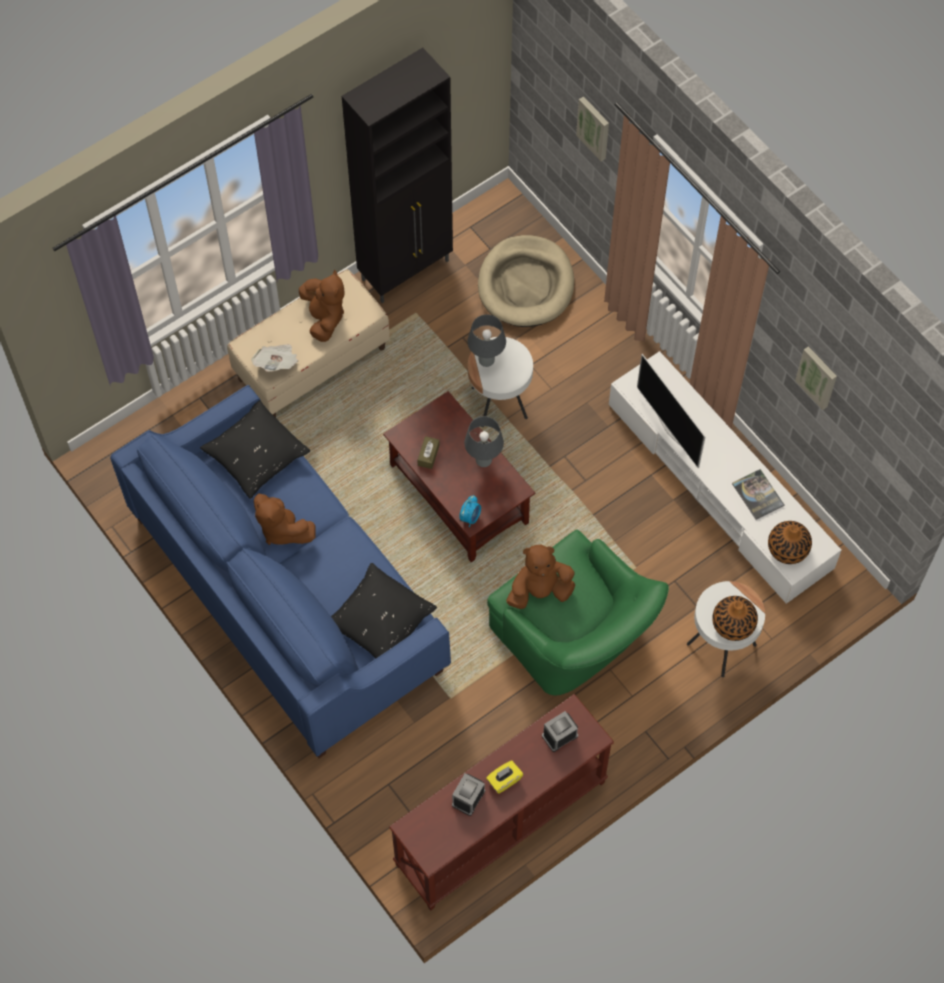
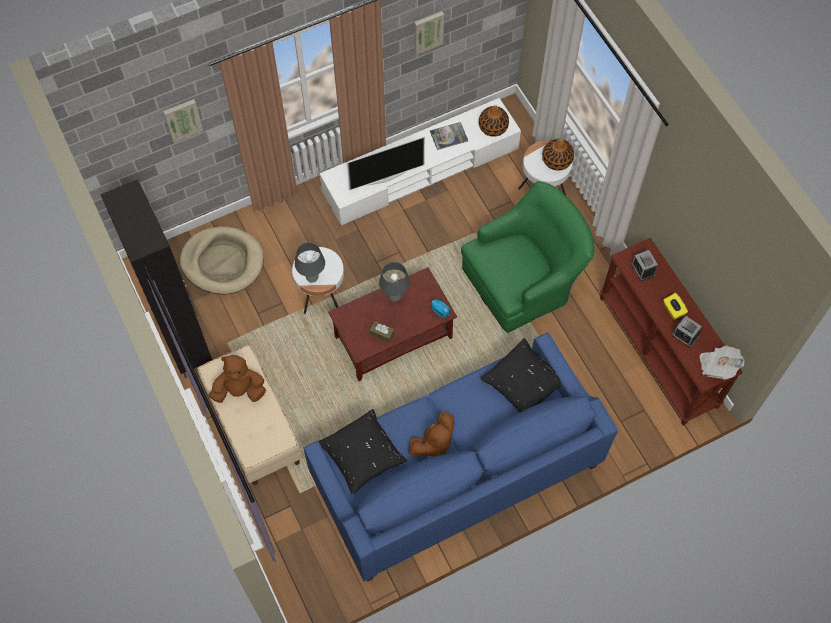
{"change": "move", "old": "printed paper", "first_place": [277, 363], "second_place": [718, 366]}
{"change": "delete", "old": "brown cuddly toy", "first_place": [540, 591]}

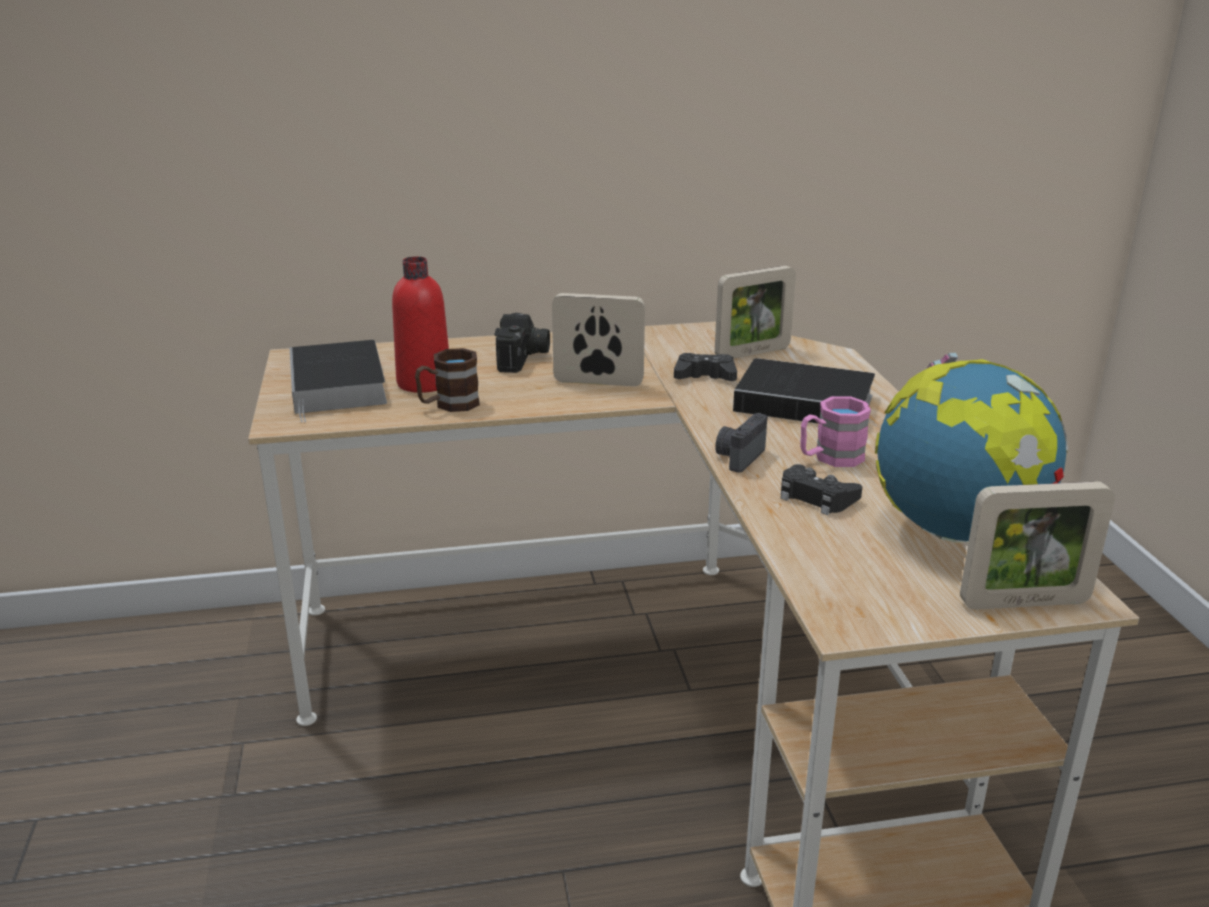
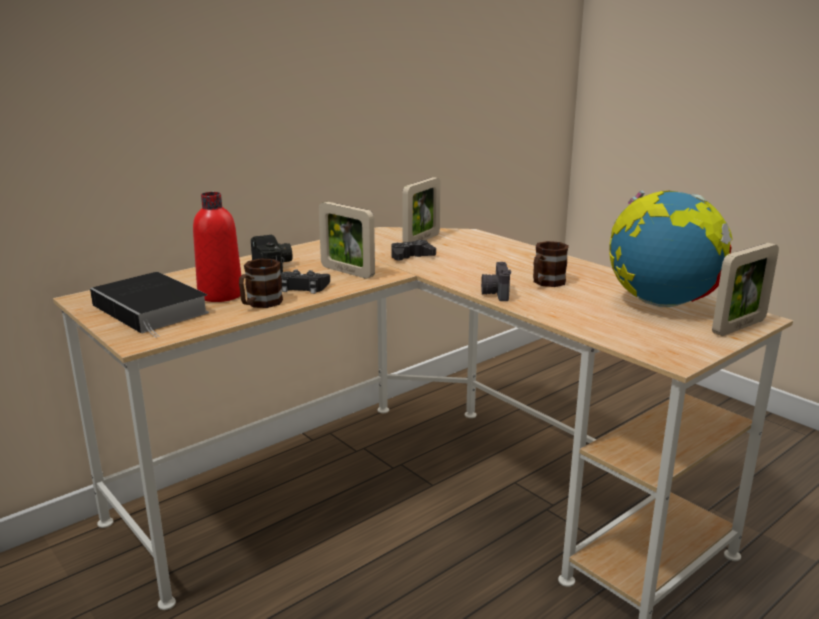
{"change": "rotate", "old": "picture frame", "first_place": [598, 382], "second_place": [347, 272], "degrees": -120}
{"change": "delete", "old": "book", "first_place": [809, 403]}
{"change": "recolor", "old": "pink tea mug", "new": "brown tea mug", "first_place": [830, 458], "second_place": [545, 283]}
{"change": "move", "old": "black game controller", "first_place": [816, 497], "second_place": [303, 287]}

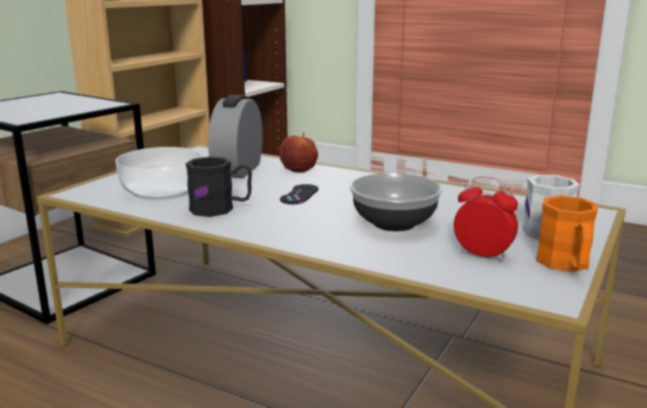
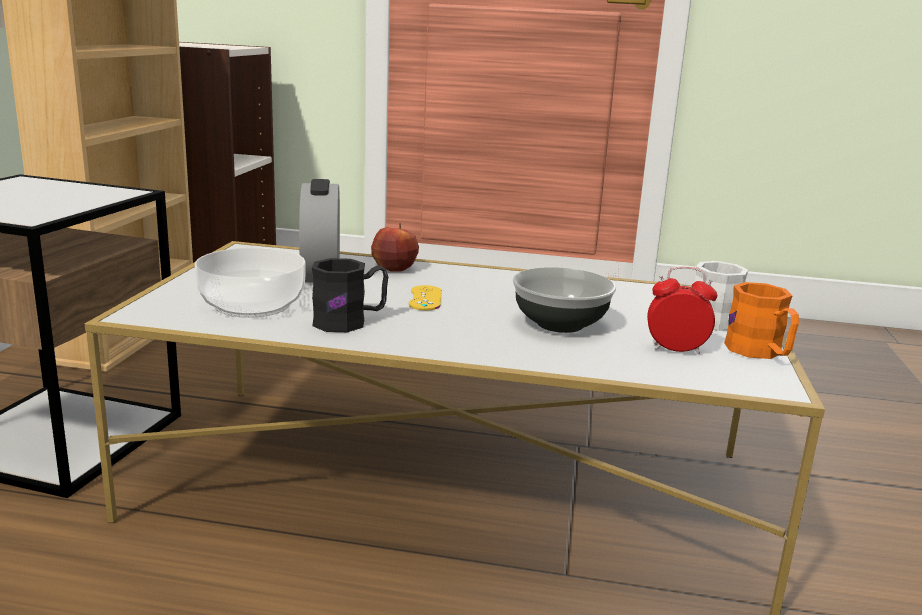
{"change": "recolor", "old": "black game controller", "new": "yellow-coloured game controller", "first_place": [299, 194], "second_place": [425, 298]}

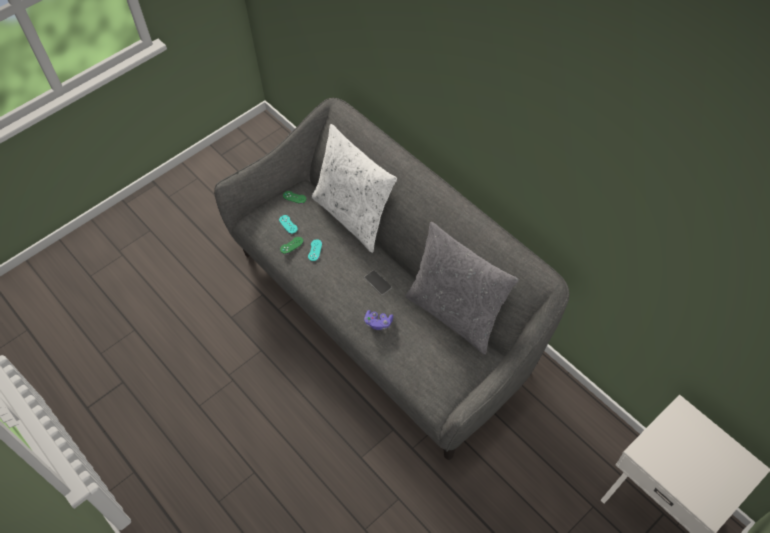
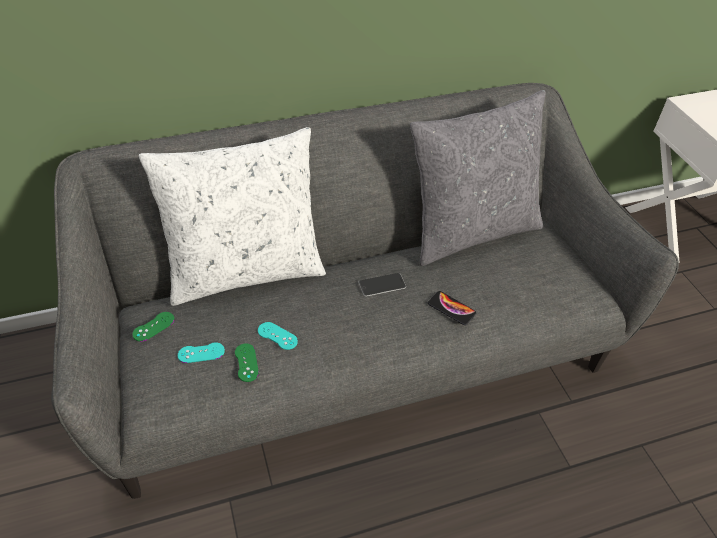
{"change": "replace", "old": "purple game controller", "new": "telephone", "first_place": [378, 323], "second_place": [451, 308]}

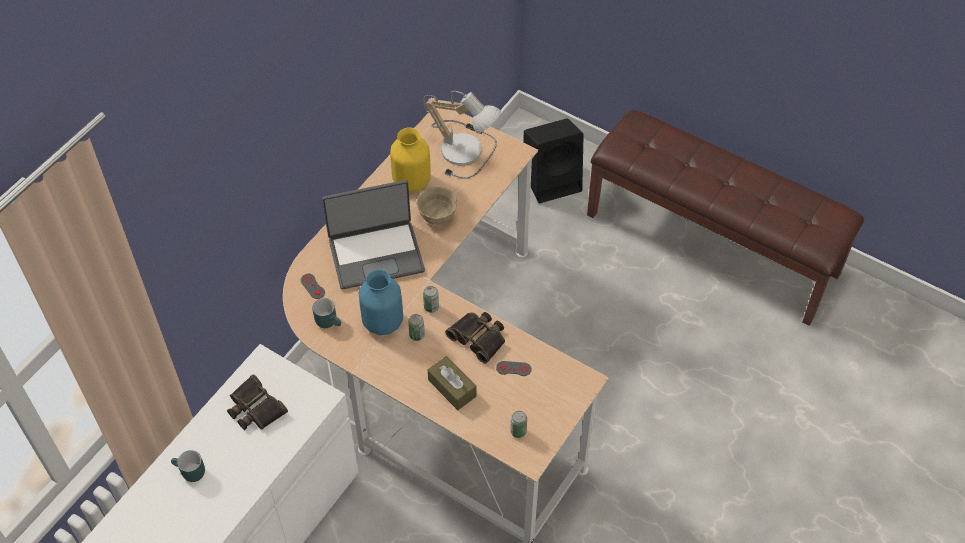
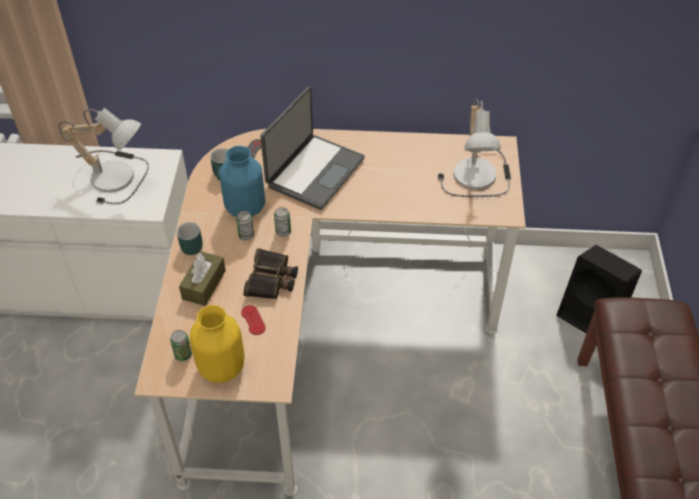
{"change": "move", "old": "yellow-coloured vase", "first_place": [412, 182], "second_place": [221, 368]}
{"change": "rotate", "old": "laptop", "first_place": [376, 254], "second_place": [314, 172], "degrees": -105}
{"change": "delete", "old": "beige-coloured bowl", "first_place": [437, 217]}
{"change": "recolor", "old": "grey game controller", "new": "reddish game controller", "first_place": [513, 368], "second_place": [253, 320]}
{"change": "replace", "old": "field glasses", "new": "table lamp", "first_place": [254, 408], "second_place": [117, 175]}
{"change": "move", "old": "turquoise-coloured tea mug", "first_place": [189, 473], "second_place": [190, 245]}

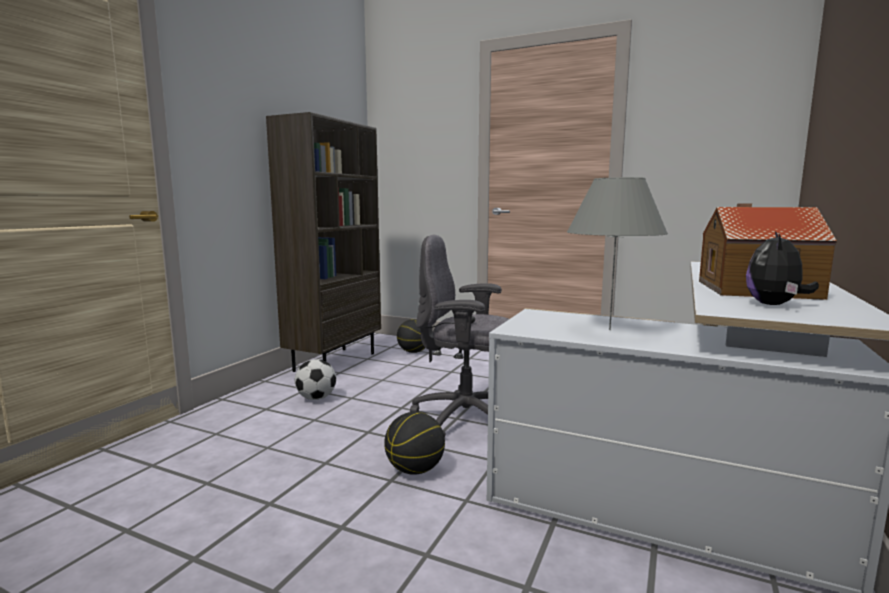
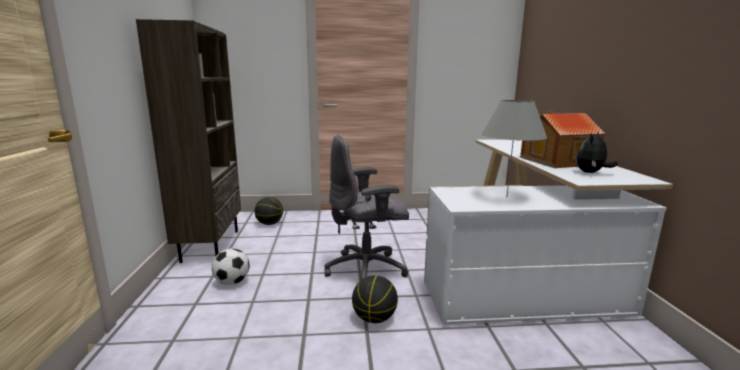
{"change": "rotate", "old": "cuddly toy", "first_place": [775, 305], "second_place": [591, 173], "degrees": 45}

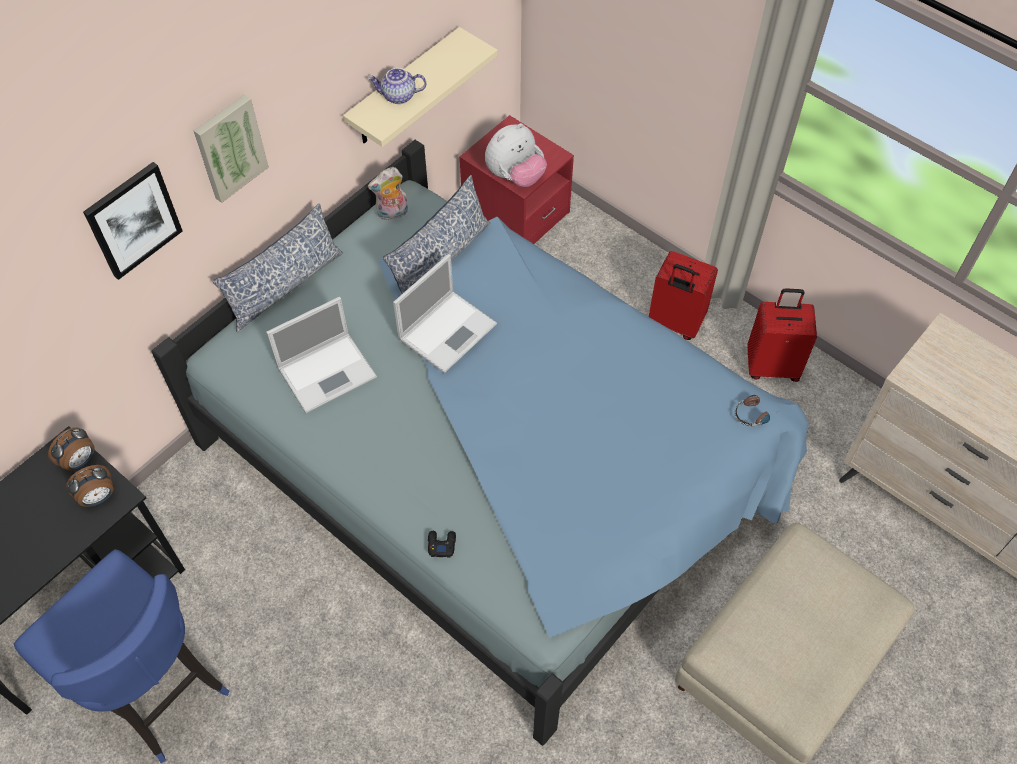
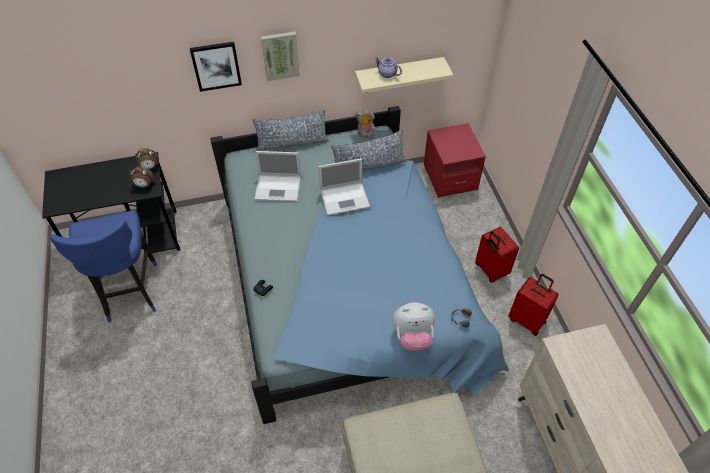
{"change": "move", "old": "cuddly toy", "first_place": [515, 176], "second_place": [412, 336]}

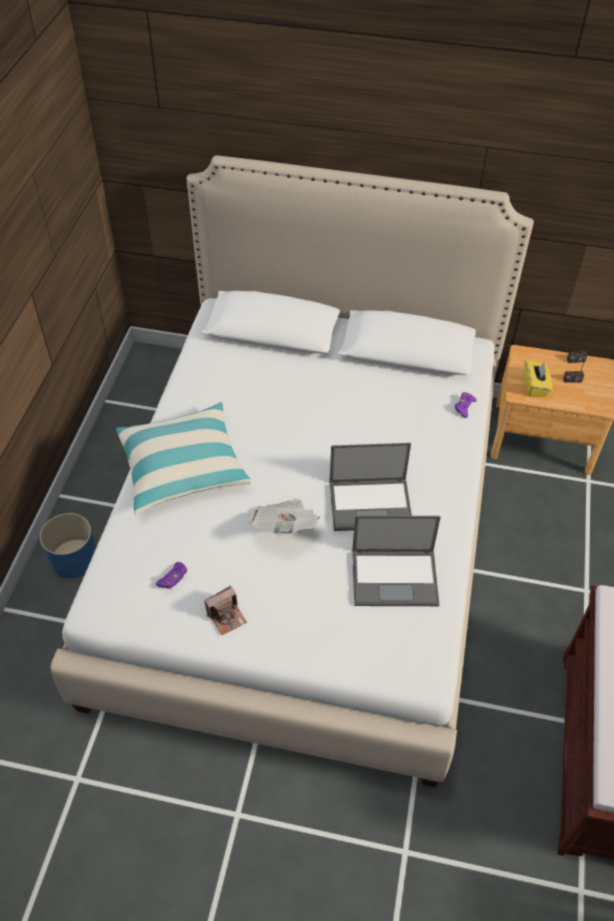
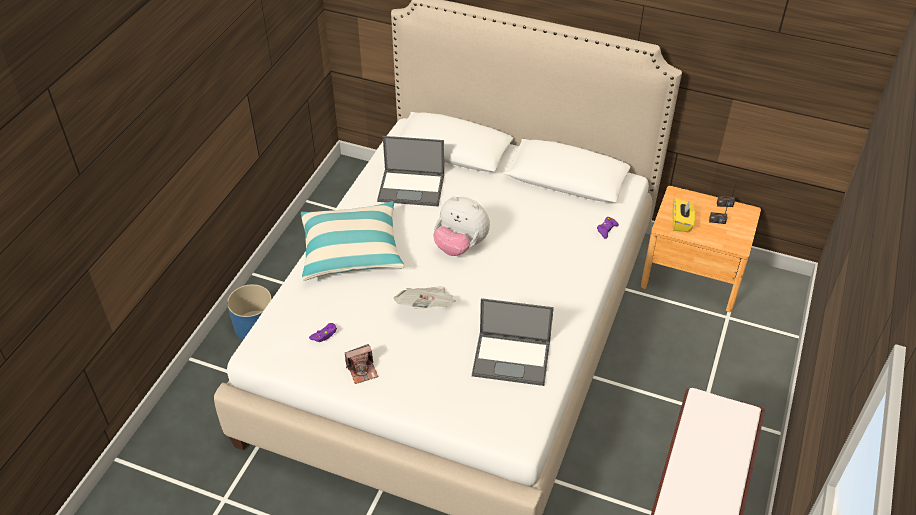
{"change": "move", "old": "laptop", "first_place": [371, 504], "second_place": [412, 187]}
{"change": "insert", "new": "cuddly toy", "second_place": [460, 246]}

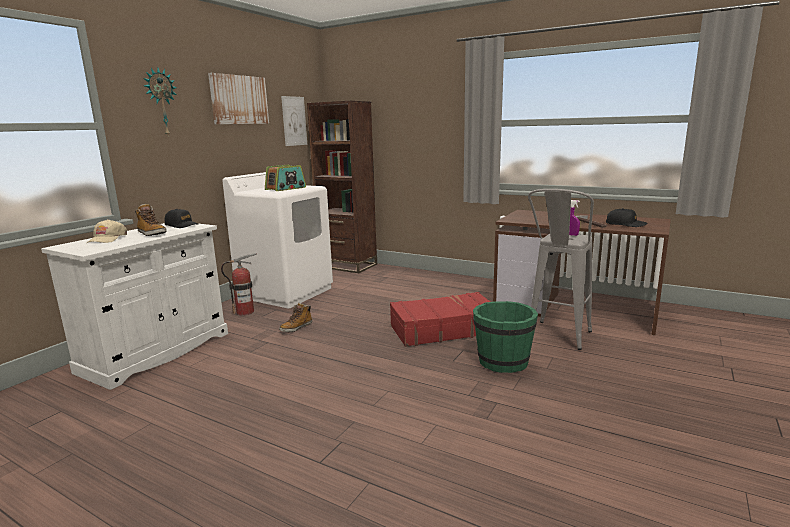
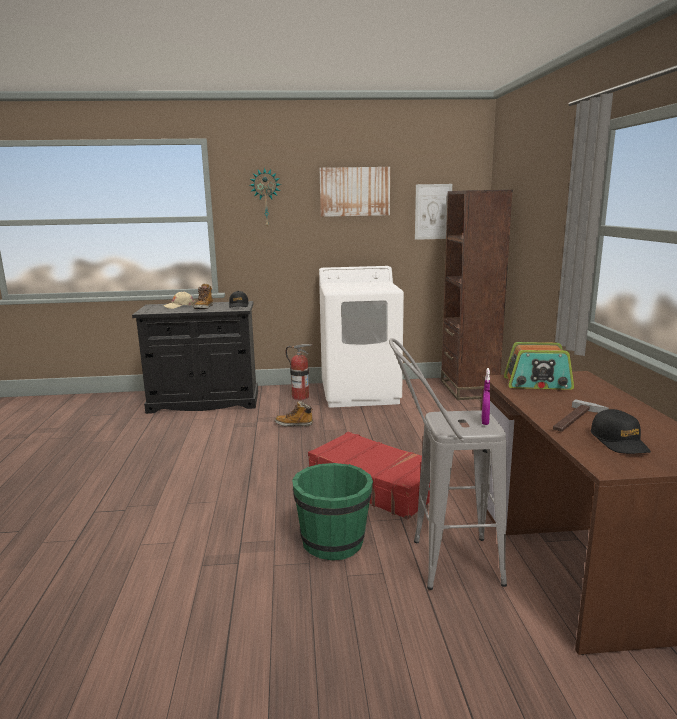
{"change": "move", "old": "radio", "first_place": [286, 188], "second_place": [537, 383]}
{"change": "recolor", "old": "white-coloured storage cabinet", "new": "black storage cabinet", "first_place": [156, 352], "second_place": [204, 402]}

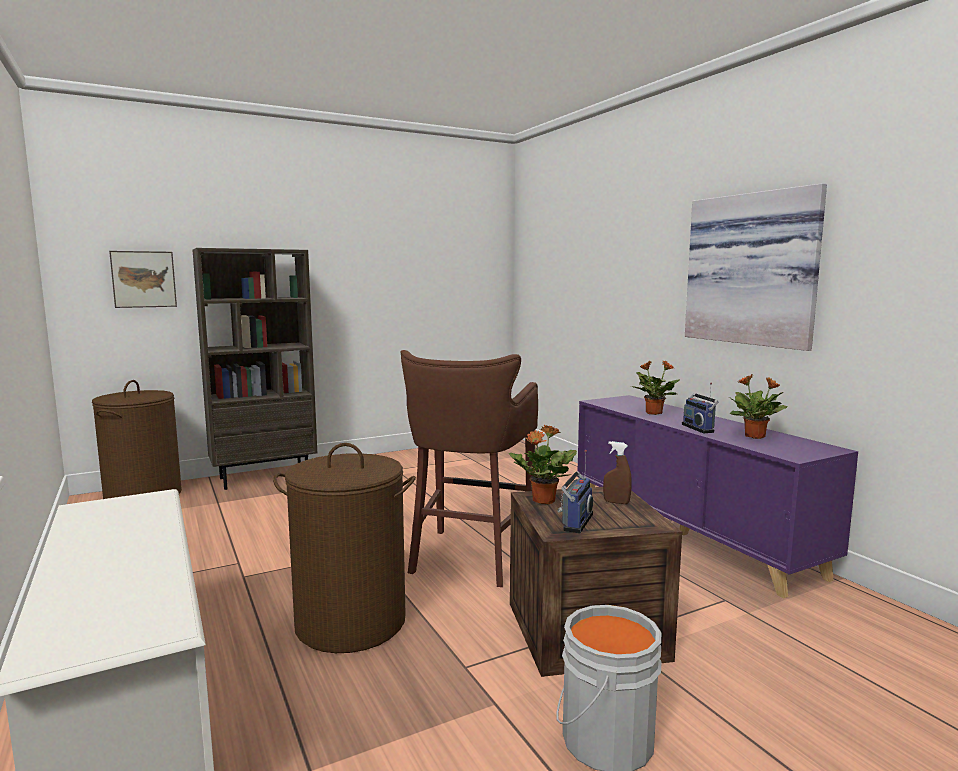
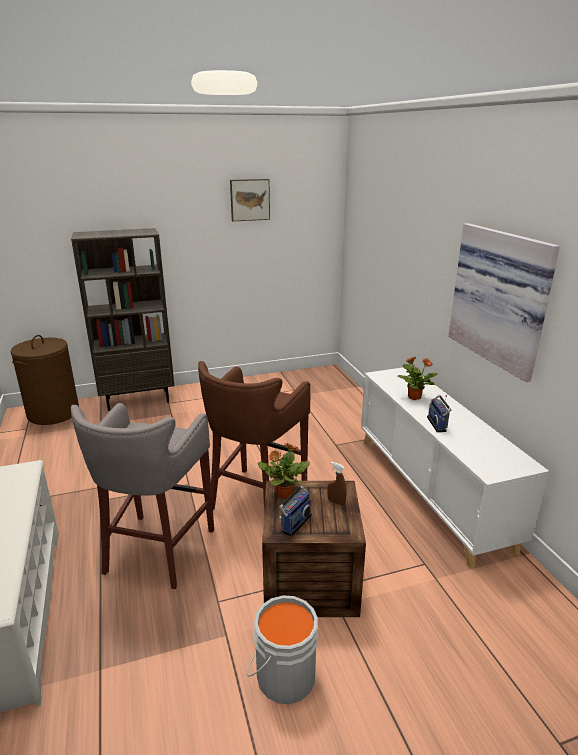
{"change": "move", "old": "wall art", "first_place": [144, 279], "second_place": [249, 199]}
{"change": "delete", "old": "plant in a pot", "first_place": [755, 436]}
{"change": "recolor", "old": "purple storage cabinet", "new": "white-coloured storage cabinet", "first_place": [689, 532], "second_place": [430, 490]}
{"change": "replace", "old": "brown washing basket", "new": "grey stool", "first_place": [350, 623], "second_place": [157, 552]}

